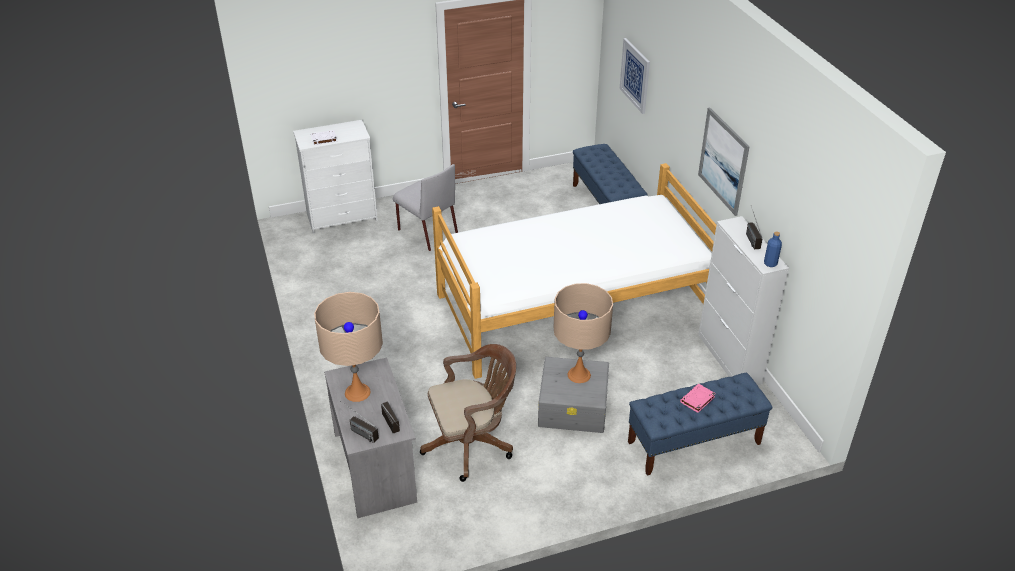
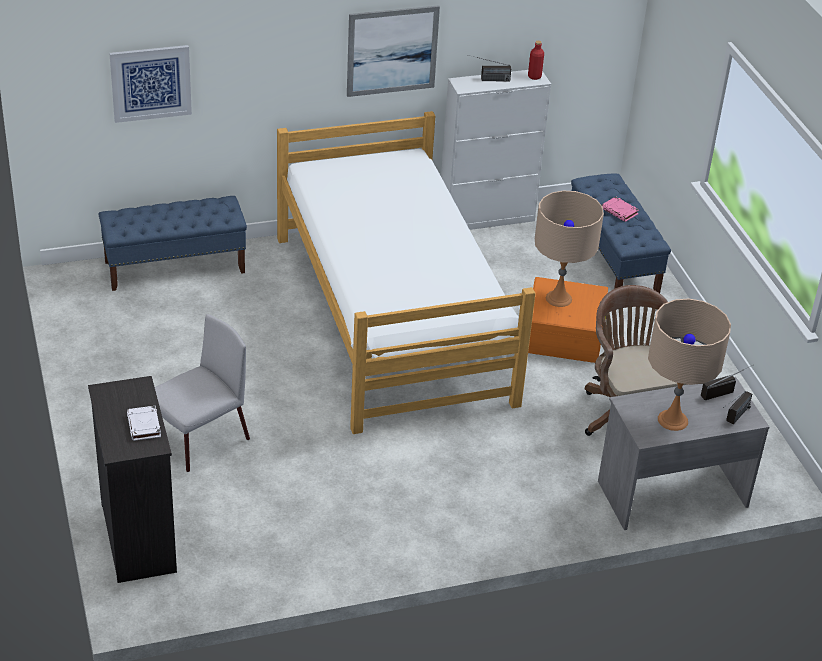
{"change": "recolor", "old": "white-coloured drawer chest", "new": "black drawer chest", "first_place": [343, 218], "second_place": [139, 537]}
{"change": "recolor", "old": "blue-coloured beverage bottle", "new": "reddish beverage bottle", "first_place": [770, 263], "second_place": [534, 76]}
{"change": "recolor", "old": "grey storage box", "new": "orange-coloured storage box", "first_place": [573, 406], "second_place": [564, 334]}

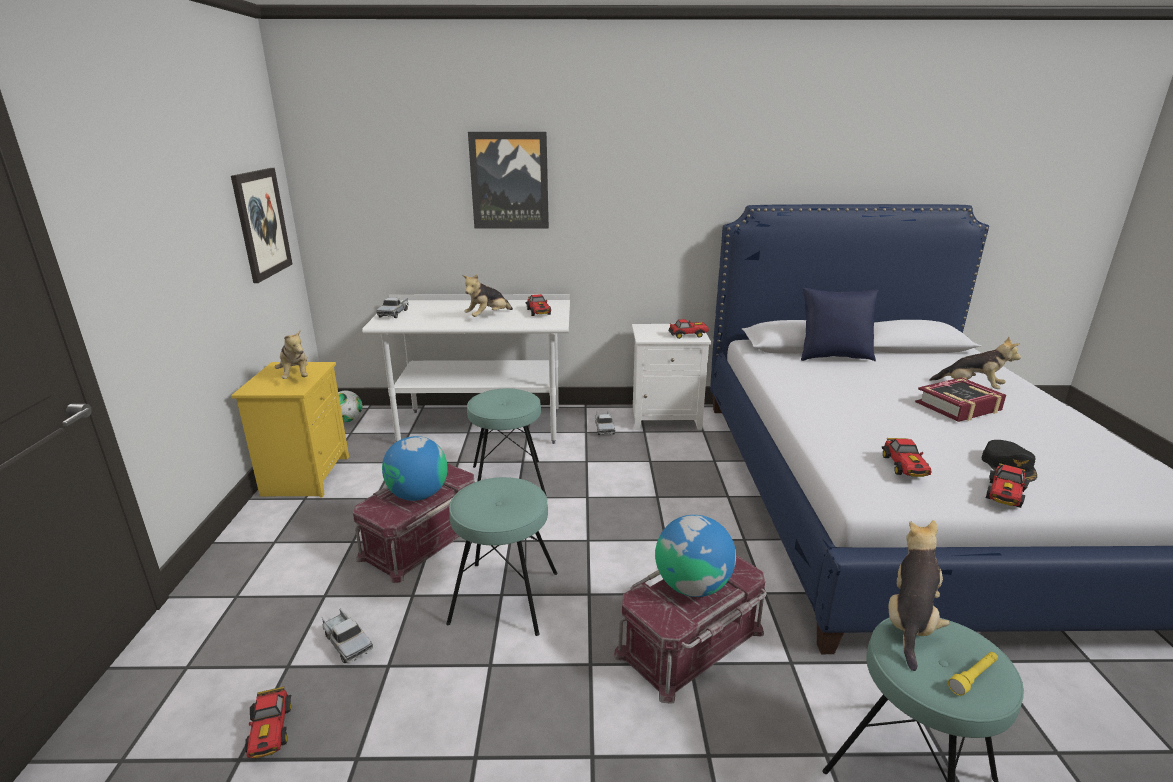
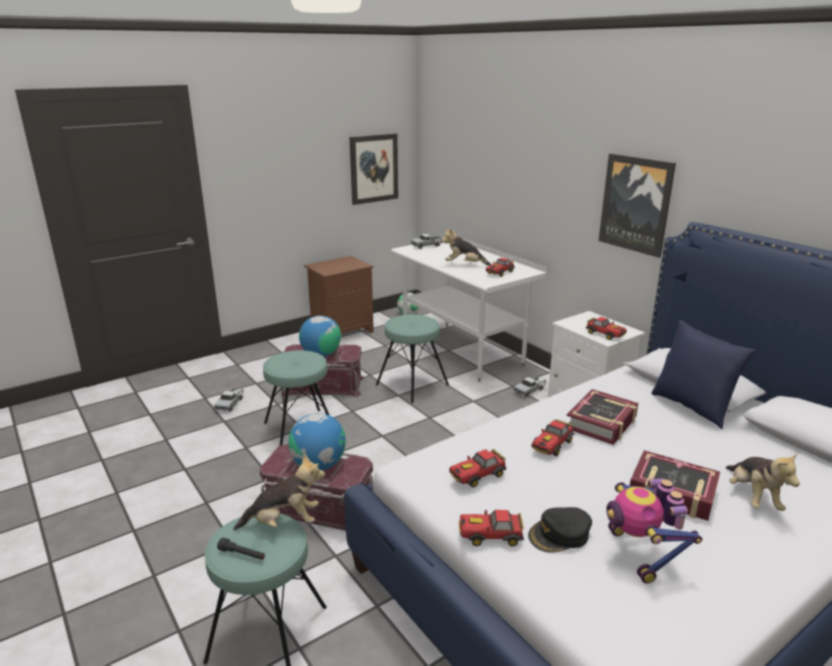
{"change": "move", "old": "wall art", "first_place": [509, 181], "second_place": [636, 204]}
{"change": "delete", "old": "cuddly toy", "first_place": [296, 376]}
{"change": "recolor", "old": "yellow-coloured bedside table", "new": "brown bedside table", "first_place": [305, 475], "second_place": [342, 331]}
{"change": "recolor", "old": "yellow-coloured hand torch", "new": "black hand torch", "first_place": [973, 677], "second_place": [242, 555]}
{"change": "move", "old": "toy car", "first_place": [270, 732], "second_place": [551, 446]}
{"change": "insert", "new": "book", "second_place": [602, 423]}
{"change": "insert", "new": "toy robot", "second_place": [640, 554]}

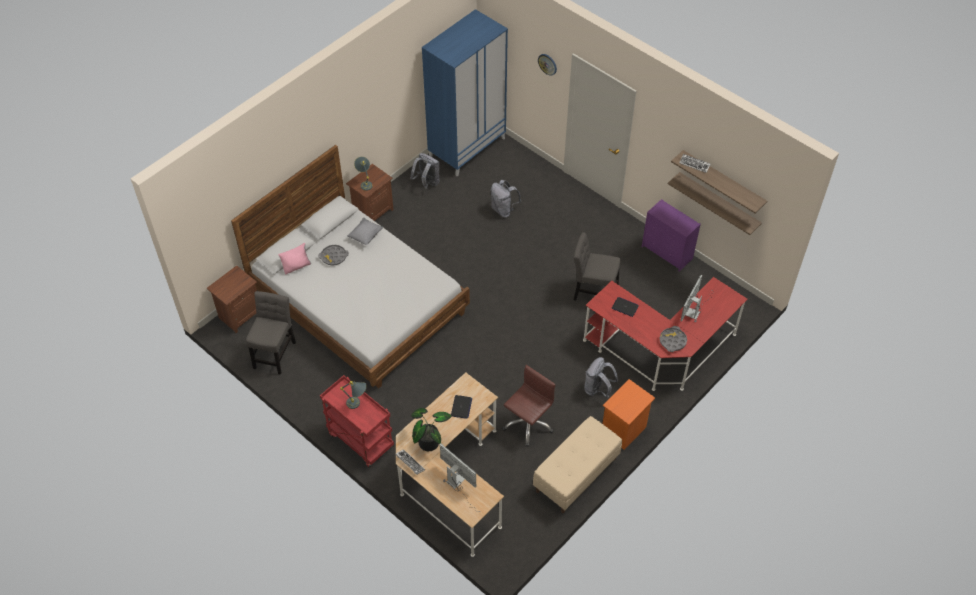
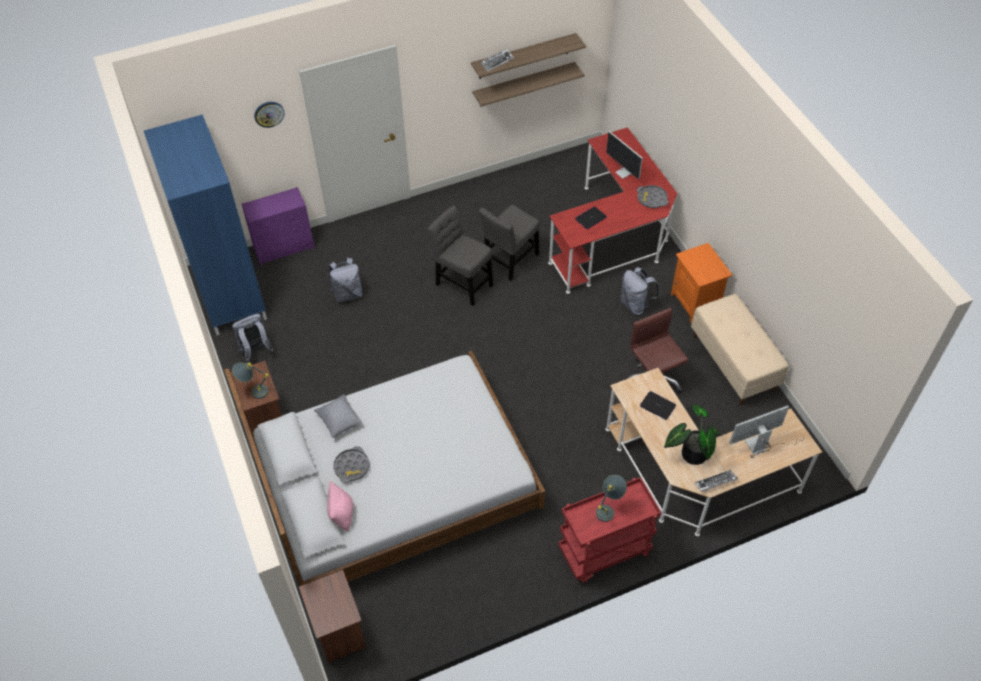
{"change": "move", "old": "purple drawer chest", "first_place": [667, 253], "second_place": [285, 248]}
{"change": "move", "old": "grey upright chair", "first_place": [275, 352], "second_place": [462, 283]}

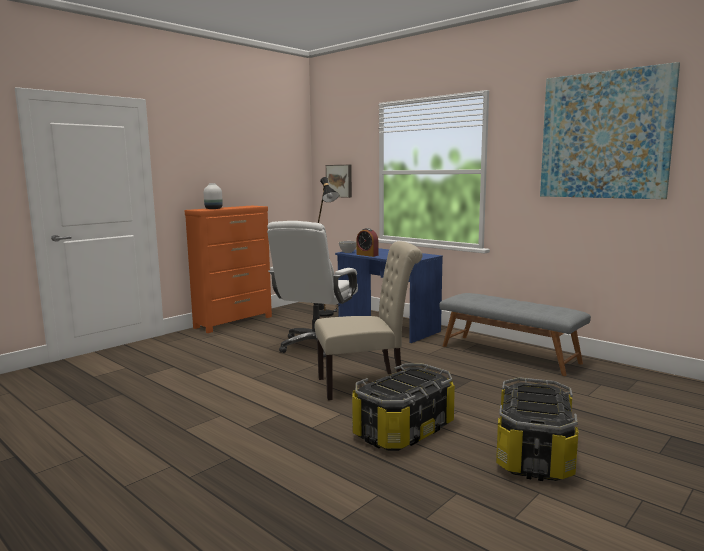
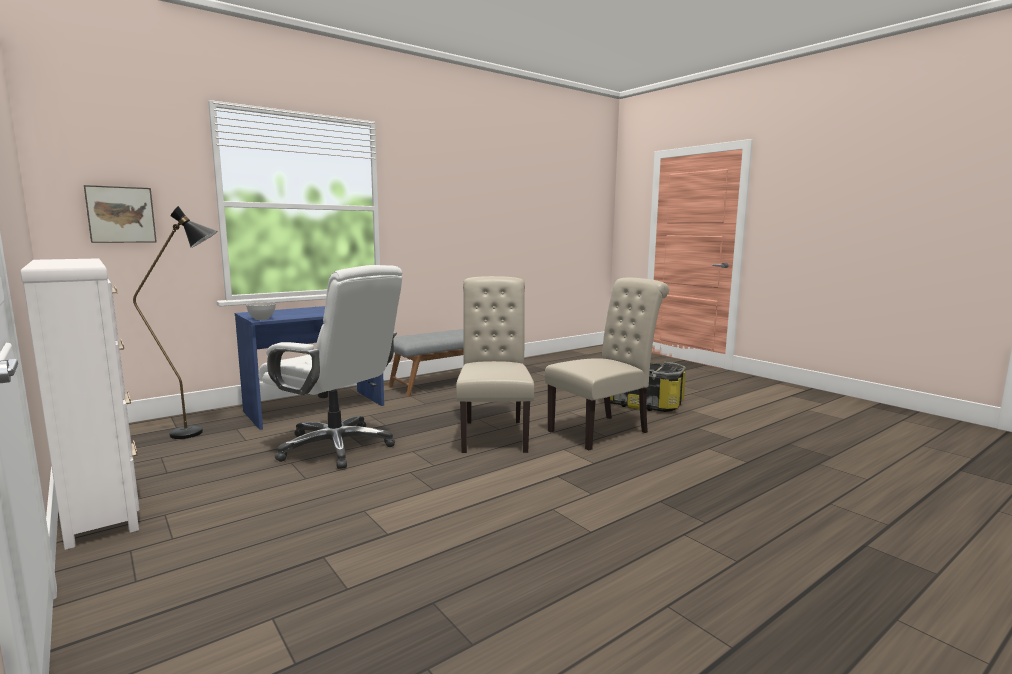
{"change": "delete", "old": "wall art", "first_place": [604, 135]}
{"change": "delete", "old": "white-coloured vase", "first_place": [214, 209]}
{"change": "recolor", "old": "orange-coloured drawer chest", "new": "white-coloured drawer chest", "first_place": [234, 322], "second_place": [100, 503]}
{"change": "delete", "old": "bedside clock", "first_place": [367, 255]}
{"change": "replace", "old": "storage box", "new": "beige-coloured upright chair", "first_place": [404, 430], "second_place": [603, 430]}

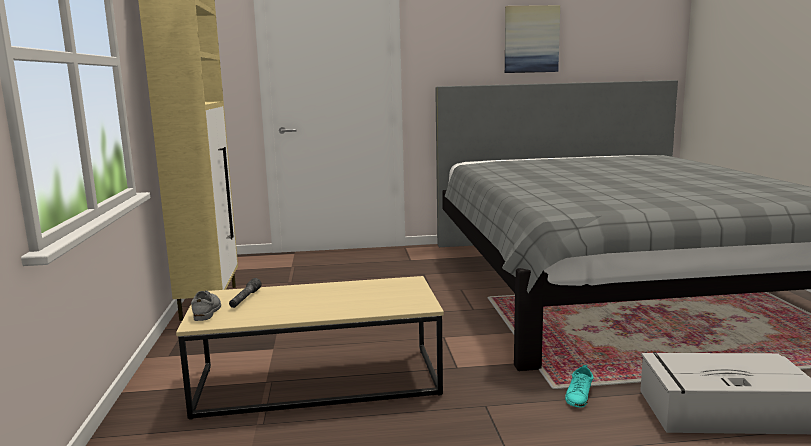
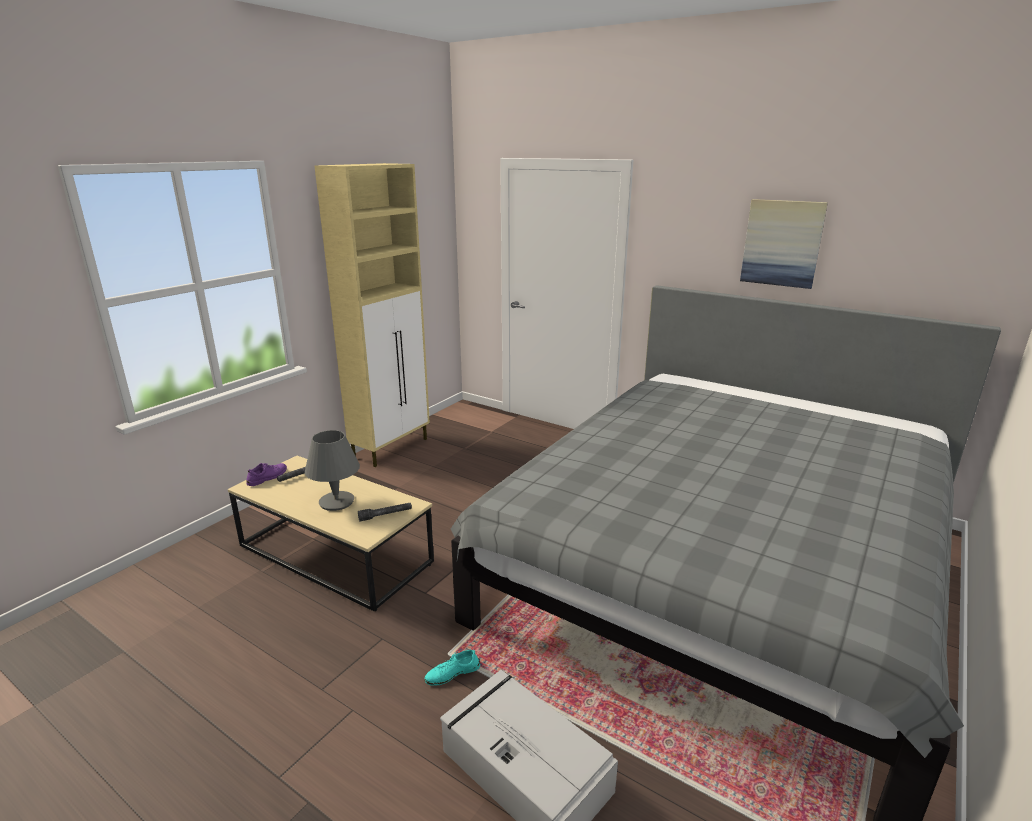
{"change": "recolor", "old": "grey shoe", "new": "purple shoe", "first_place": [207, 311], "second_place": [267, 477]}
{"change": "insert", "new": "grey table lamp", "second_place": [336, 502]}
{"change": "insert", "new": "grey hand torch", "second_place": [385, 515]}

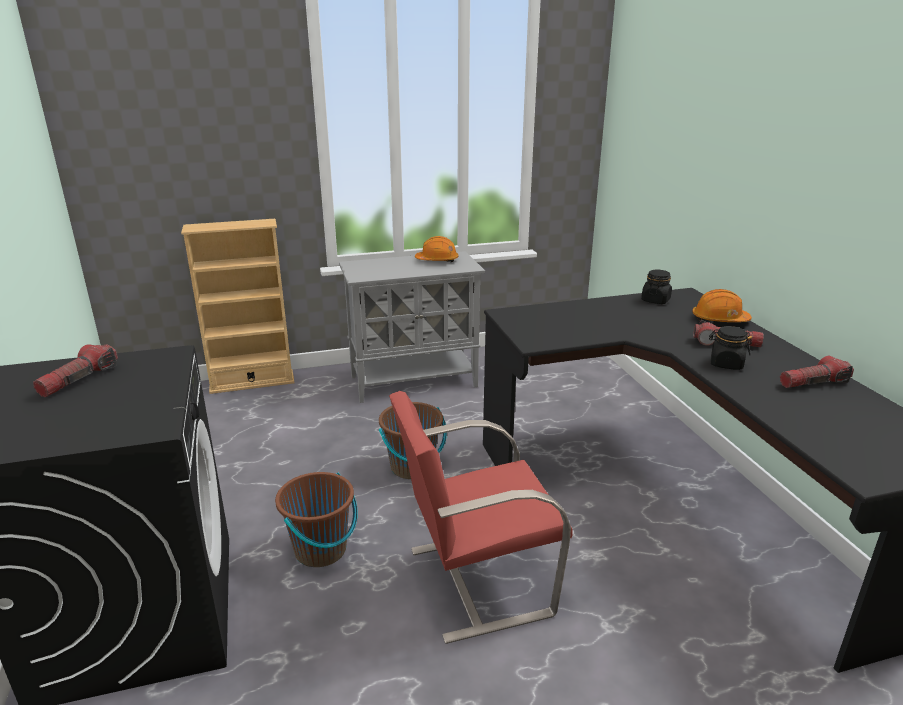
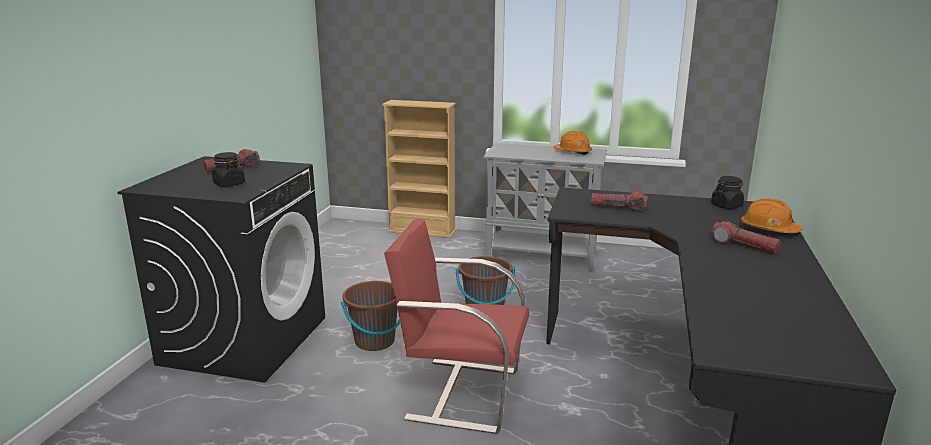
{"change": "move", "old": "black preserve jar", "first_place": [726, 364], "second_place": [229, 184]}
{"change": "move", "old": "hand torch", "first_place": [813, 383], "second_place": [618, 208]}

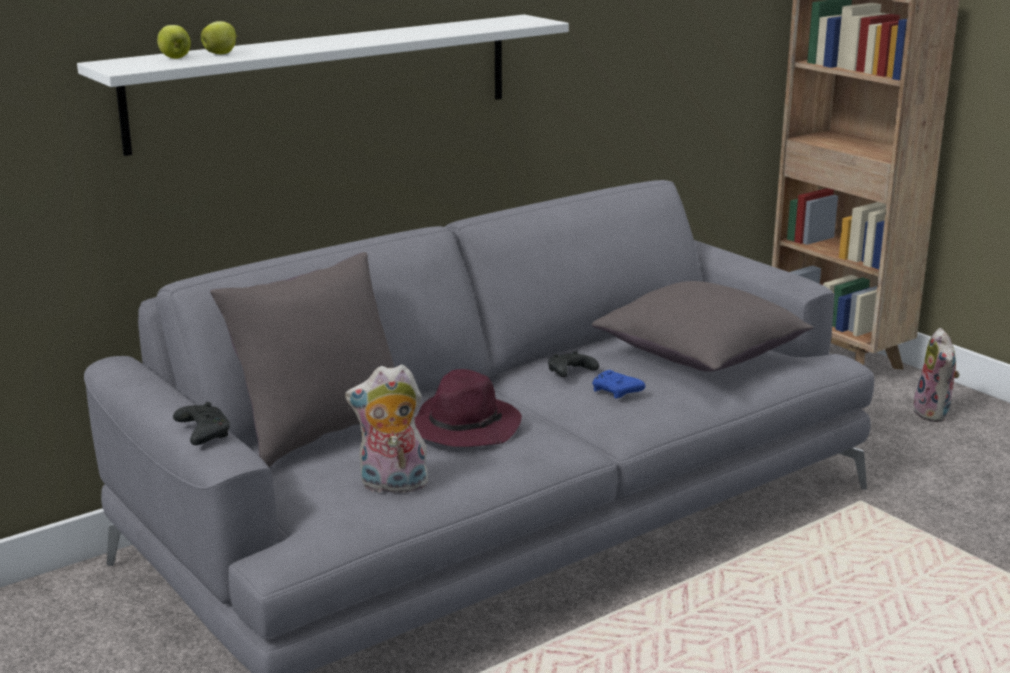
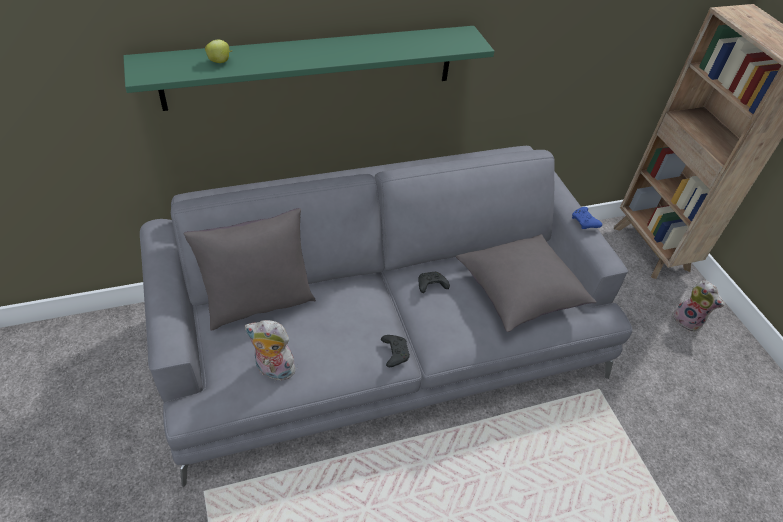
{"change": "recolor", "old": "white-coloured shelf", "new": "greenish shelf", "first_place": [326, 80], "second_place": [311, 67]}
{"change": "delete", "old": "apple fruit", "first_place": [175, 58]}
{"change": "rotate", "old": "cuddly toy", "first_place": [934, 414], "second_place": [688, 321], "degrees": -60}
{"change": "delete", "old": "purple wearable hat", "first_place": [464, 427]}
{"change": "move", "old": "blue-coloured game controller", "first_place": [616, 392], "second_place": [584, 222]}
{"change": "move", "old": "black game controller", "first_place": [202, 433], "second_place": [394, 353]}

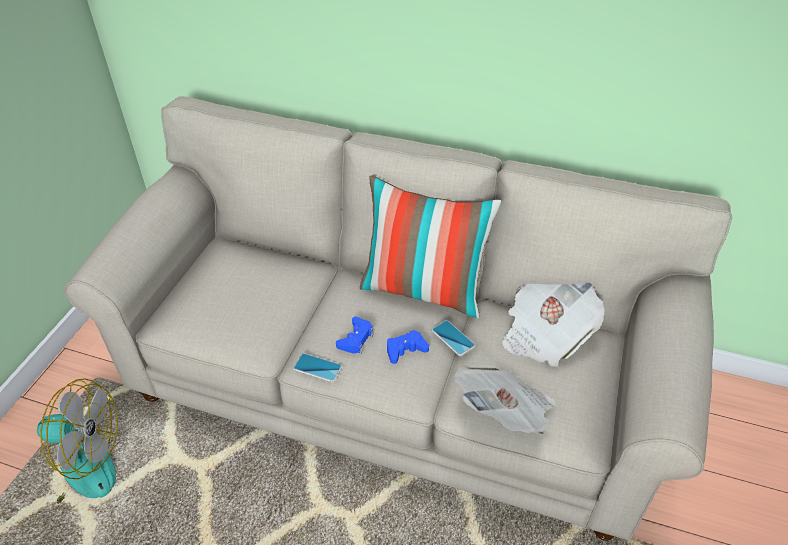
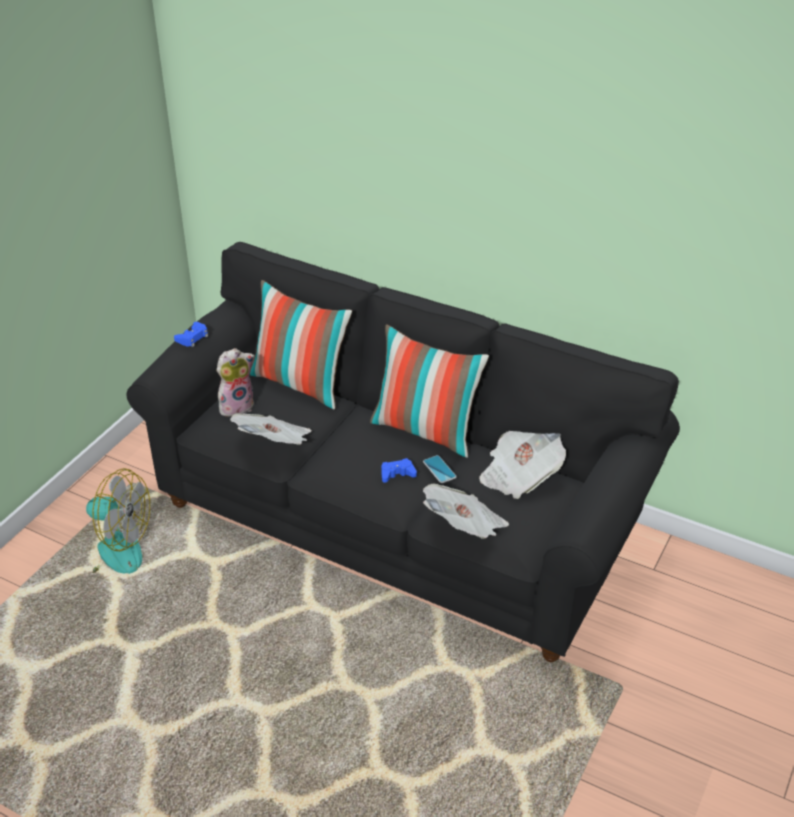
{"change": "recolor", "old": "beige-coloured couch", "new": "black couch", "first_place": [394, 383], "second_place": [397, 521]}
{"change": "move", "old": "blue-coloured game controller", "first_place": [356, 339], "second_place": [192, 338]}
{"change": "delete", "old": "telephone", "first_place": [317, 368]}
{"change": "insert", "new": "throw pillow", "second_place": [300, 384]}
{"change": "insert", "new": "cuddly toy", "second_place": [237, 406]}
{"change": "insert", "new": "printed paper", "second_place": [275, 444]}

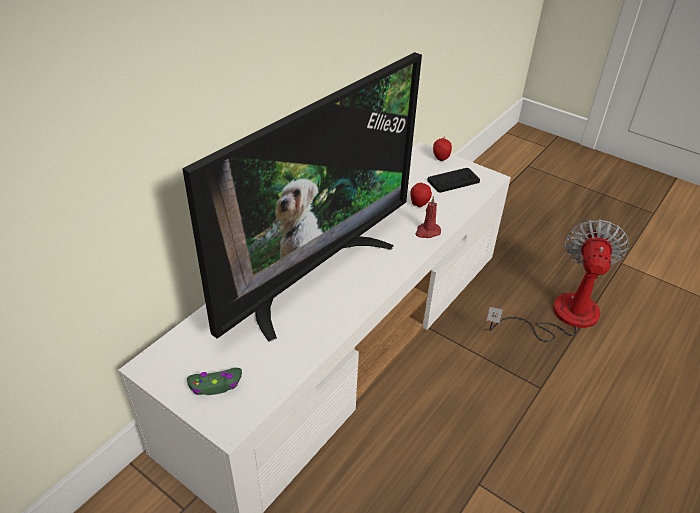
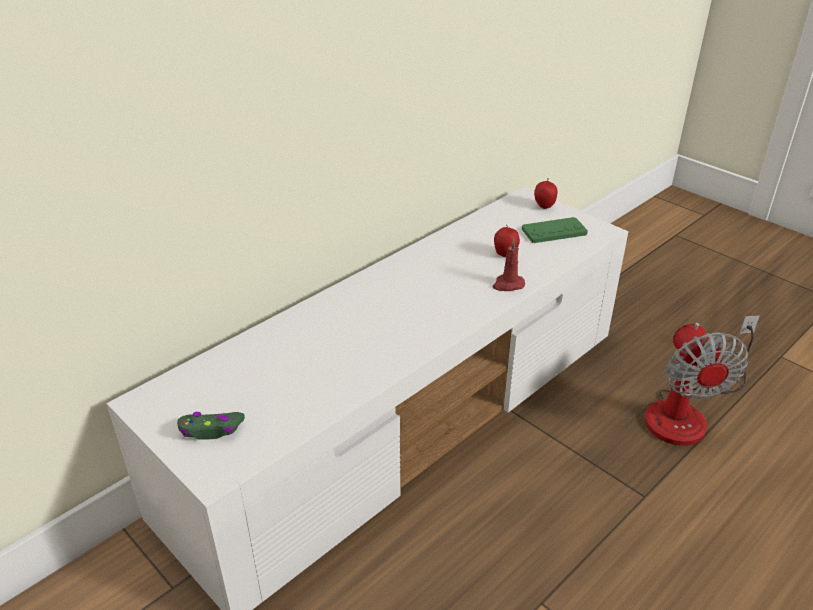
{"change": "delete", "old": "television", "first_place": [312, 274]}
{"change": "recolor", "old": "black game controller", "new": "greenish game controller", "first_place": [453, 181], "second_place": [554, 231]}
{"change": "rotate", "old": "fan", "first_place": [560, 315], "second_place": [687, 412], "degrees": 150}

